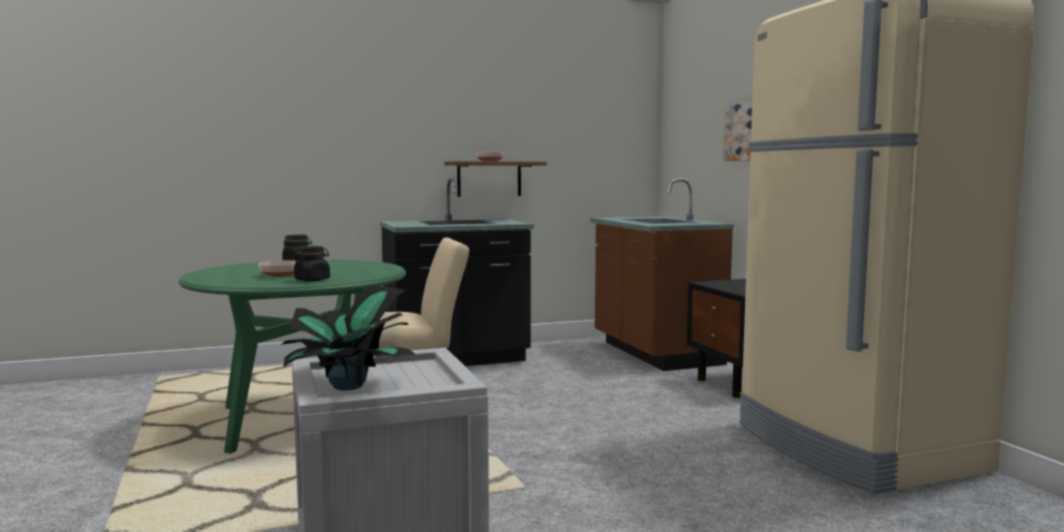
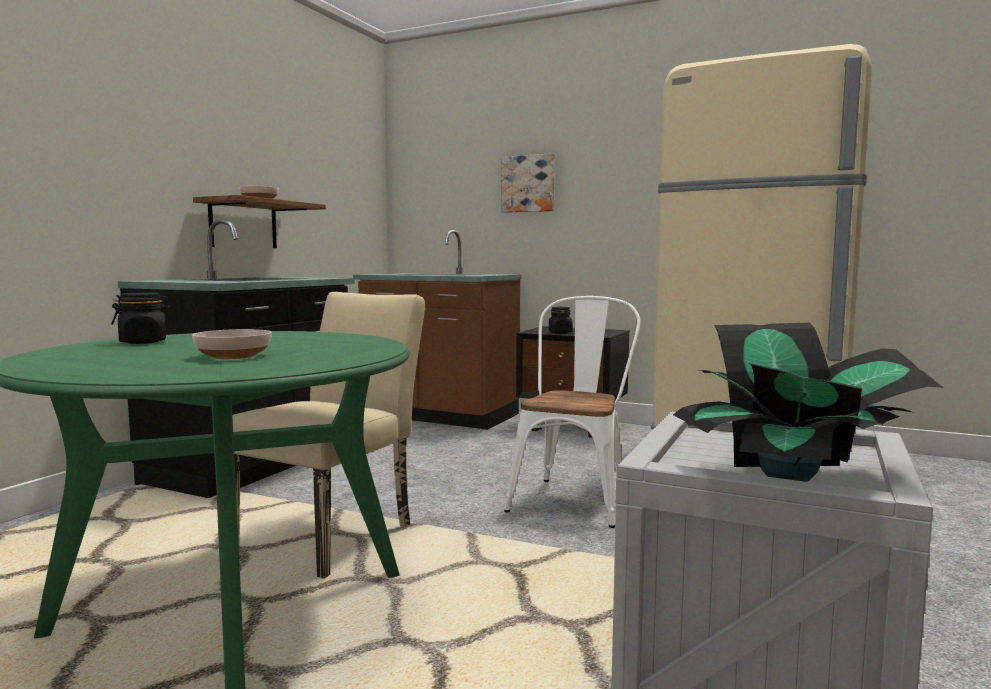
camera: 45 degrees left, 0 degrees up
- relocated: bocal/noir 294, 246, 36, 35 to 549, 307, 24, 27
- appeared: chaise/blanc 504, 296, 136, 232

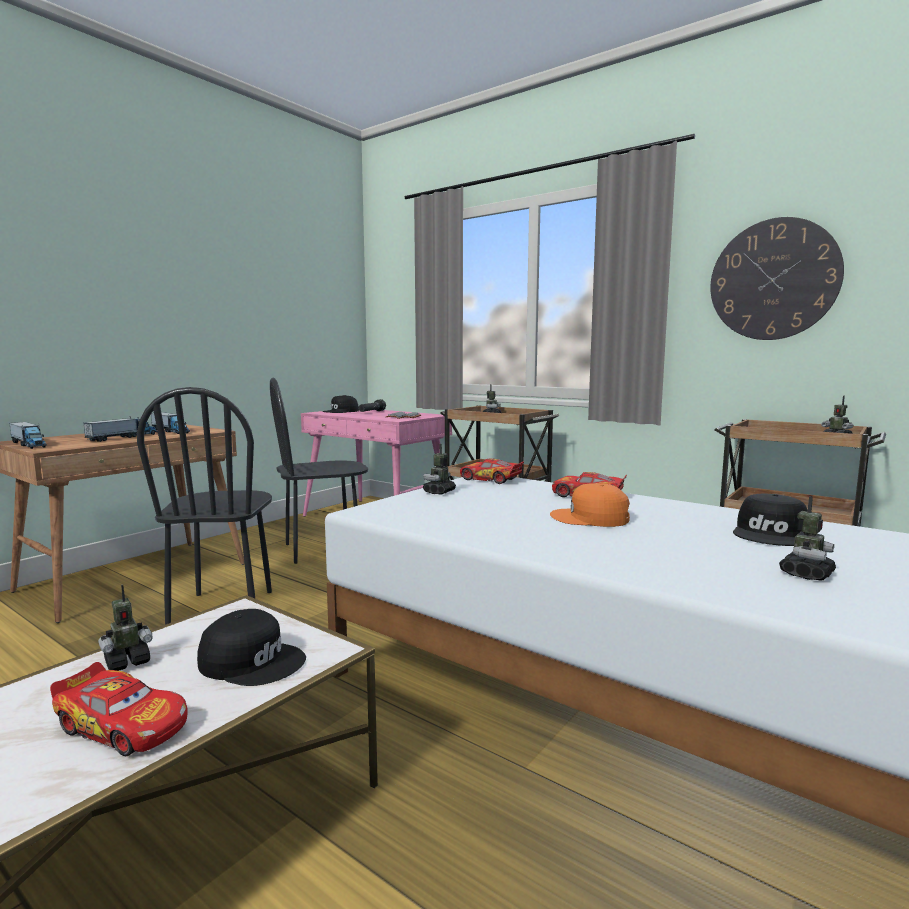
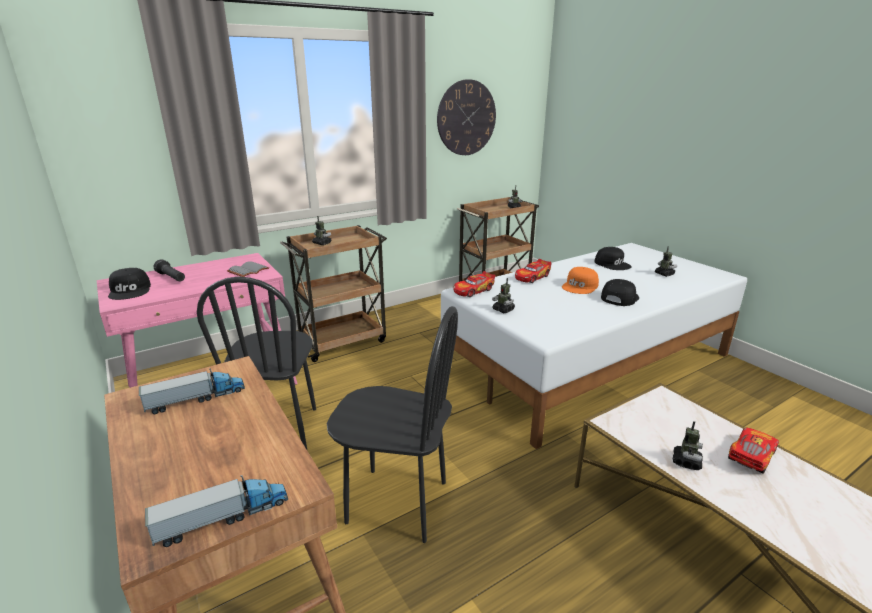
camera: 70 degrees left, 15 degrees up
- missing: camion jouet 84, 416, 74, 26
- spun: robot jouet 98, 585, 54, 86 = 673, 421, 30, 49 45 degrees clockwise
- relocated: casquette/noir 197, 609, 109, 77 to 601, 279, 38, 27

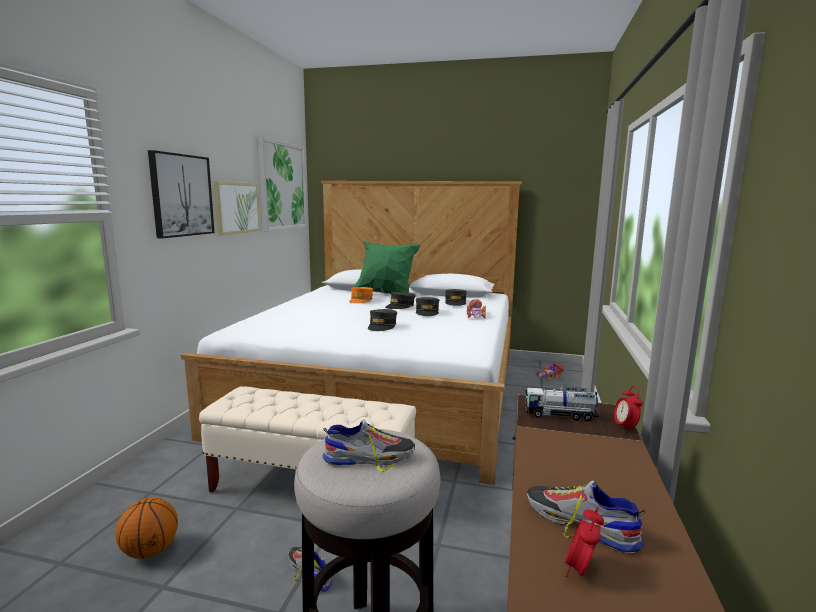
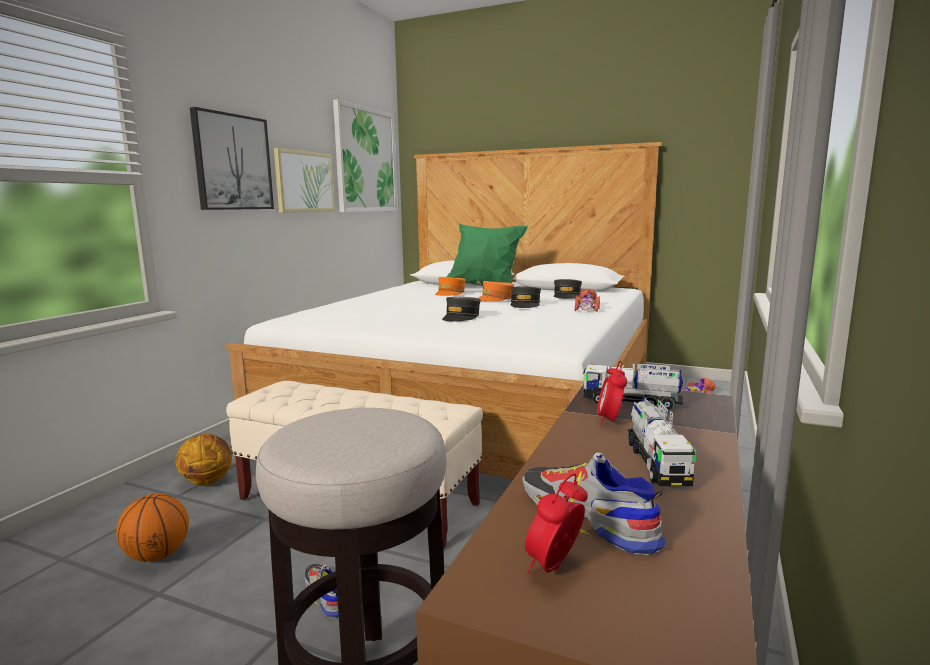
camera: 10 degrees right, 0 degrees up
- colour: casquette/gris 385, 292, 31, 17 to casquette/orange 478, 281, 36, 20
- relocated: réveil 614, 386, 29, 46 to 597, 361, 30, 64
- missing: chaussure 322, 420, 93, 51
- appeared: camion jouet 628, 397, 68, 89
- appeared: ballon de basket 175, 434, 57, 52

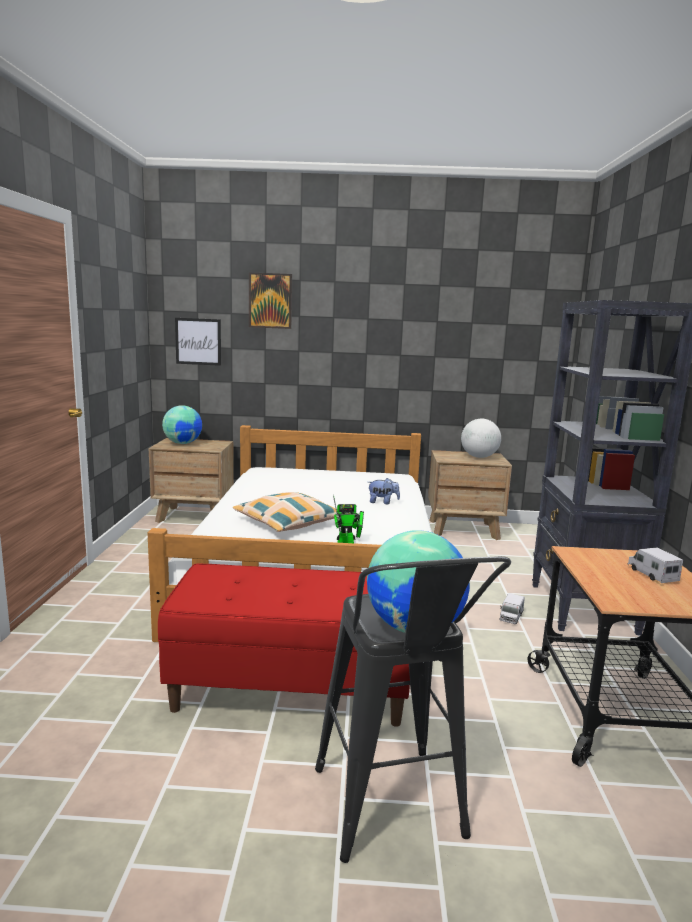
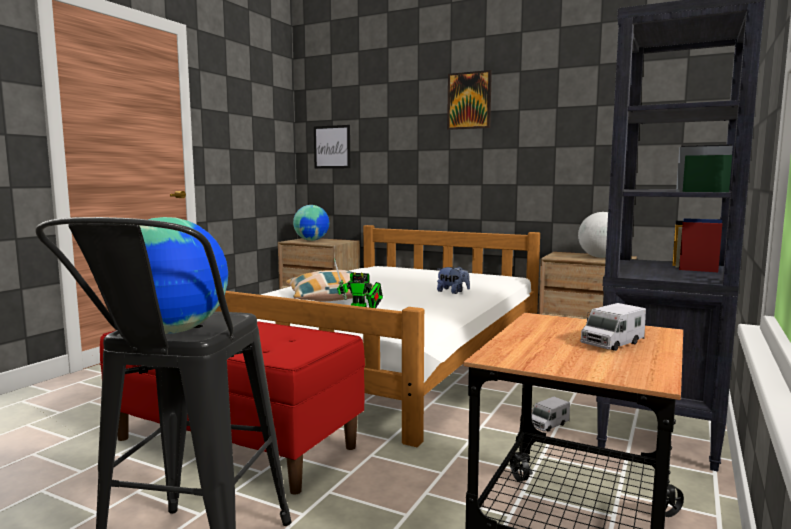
camera: 25 degrees right, 5 degrees down
- relocated: tableau 249, 273, 43, 56 to 447, 70, 45, 60
- spun: camion jouet 628, 548, 55, 35 = 580, 303, 66, 48 135 degrees counterclockwise

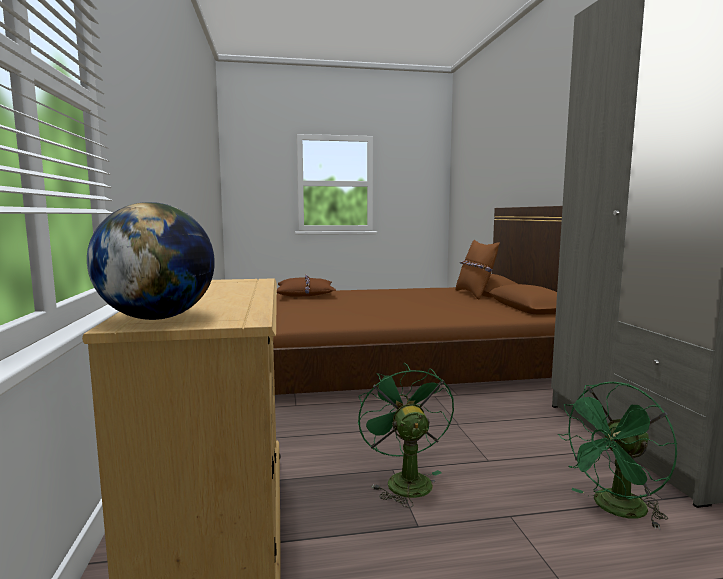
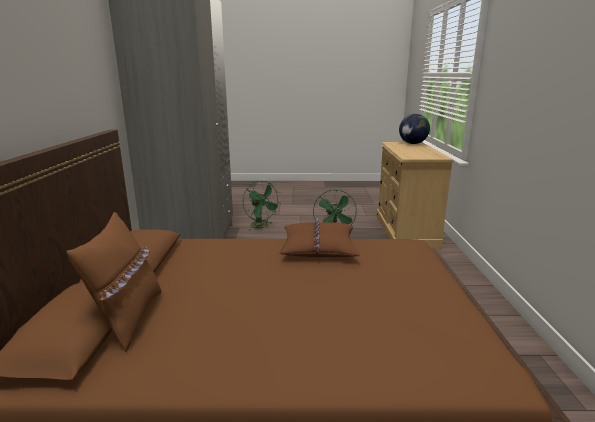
camera: 170 degrees left, 10 degrees up
- relocated: coussin/marron 277, 274, 59, 22 to 279, 217, 81, 40
- spun: ventilateur/vert 558, 382, 119, 147 = 243, 181, 38, 49 75 degrees clockwise

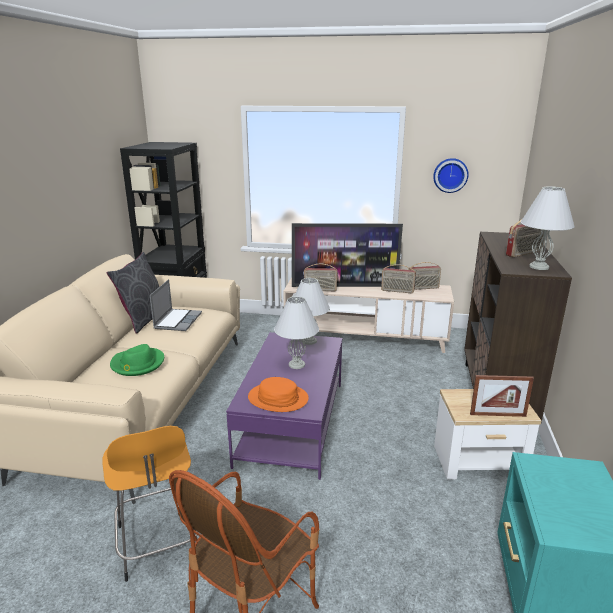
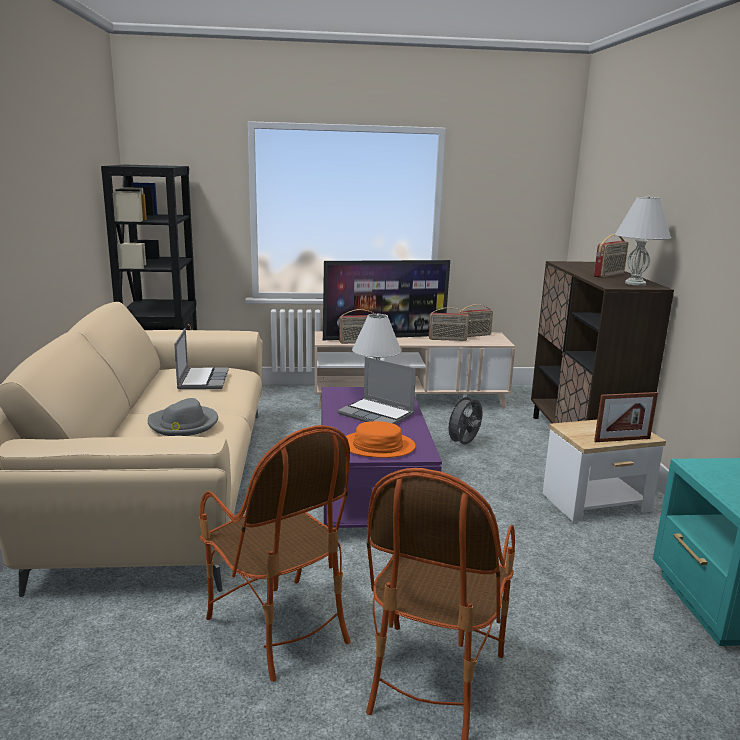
camera: 15 degrees left, 5 degrees down
- missing: horloge murale 433, 158, 36, 35
- missing: coussin/gris 107, 252, 52, 82
- exchanged: lampe de table/blanc 274, 296, 45, 73 to ordinateur portable 338, 357, 78, 67
- colour: chapeau/vert 110, 344, 54, 32 to chapeau/gris 148, 398, 70, 38
- exchanged: tabouret/orange 102, 426, 97, 156 to fauteuil 199, 425, 152, 257
- appeared: ventilateur/gris 444, 394, 39, 51

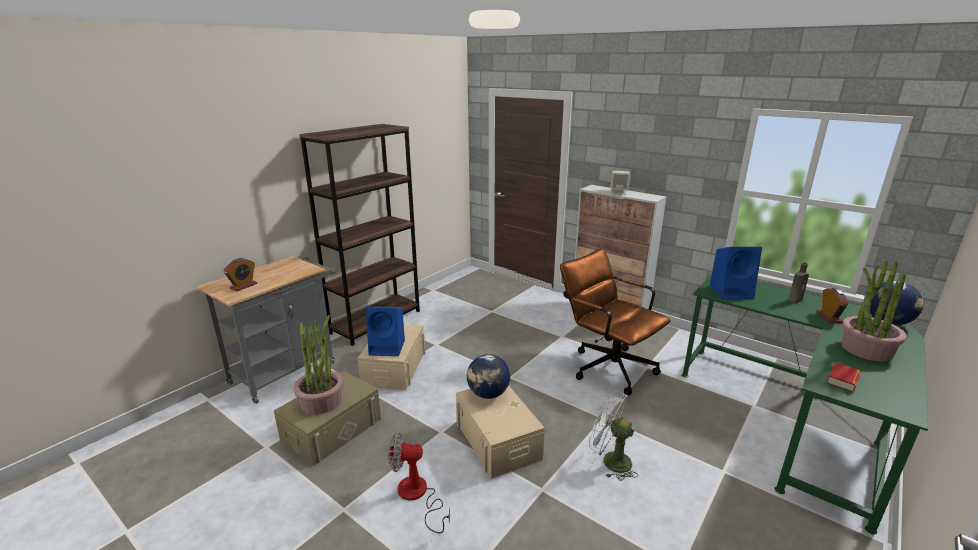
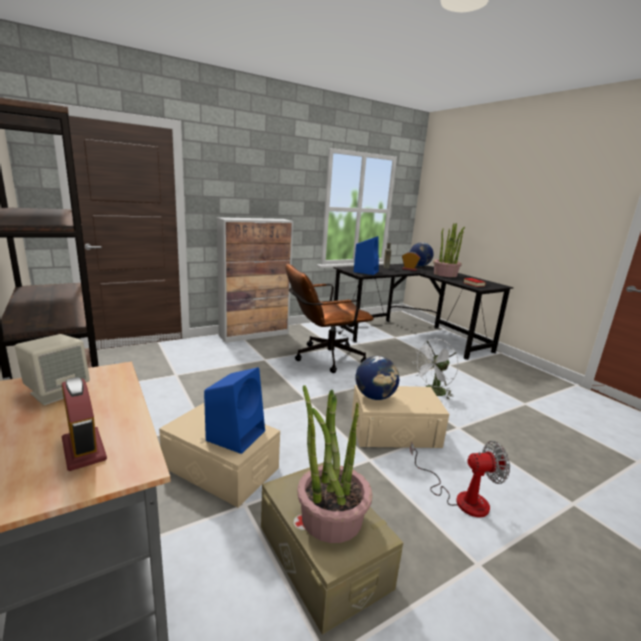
camera: 70 degrees left, 5 degrees down
- relocated: enceinte/beige 610, 171, 20, 24 to 15, 334, 75, 71
- colour: bureau/vert 681, 274, 247, 261 to bureau/noir 333, 264, 181, 96
- spun: ventilateur 389, 433, 61, 100 = 410, 441, 100, 76 120 degrees counterclockwise

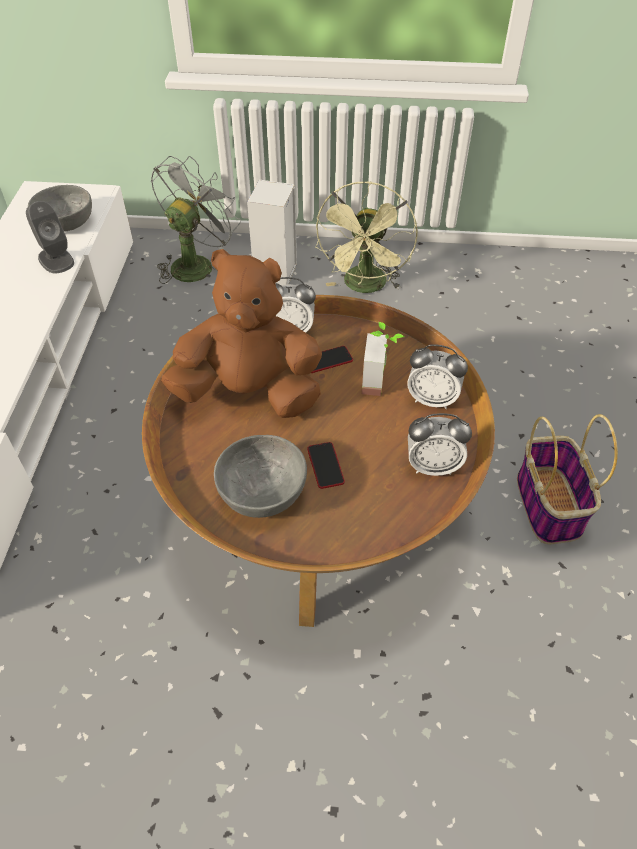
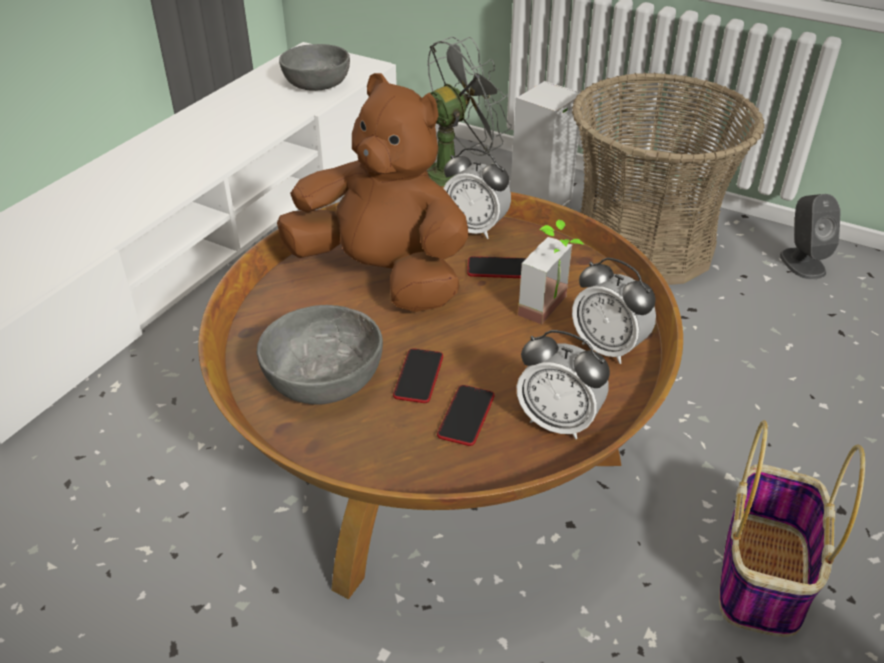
camera: 25 degrees right, 10 degrees down
- exchanged: ventilateur/vert 315, 181, 103, 112 to panier 572, 73, 193, 212
- relocated: enceinte/gris 26, 201, 48, 73 to 780, 194, 61, 85
- appeared: téléphone 437, 385, 58, 61

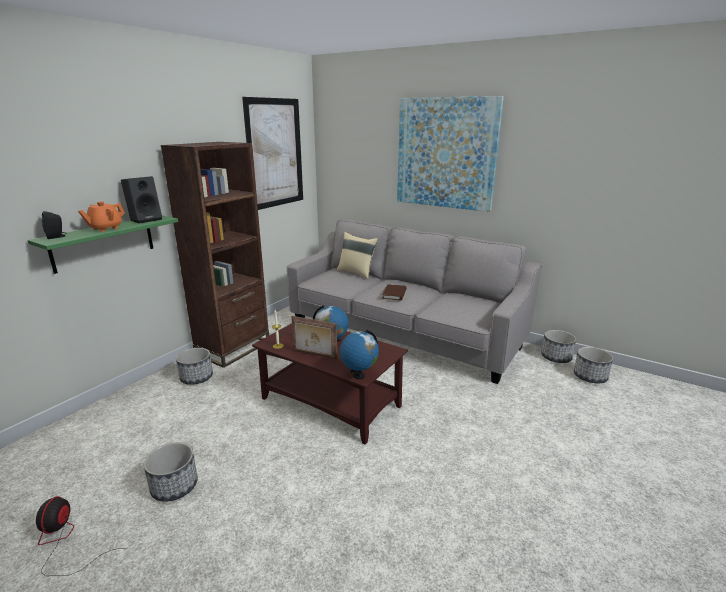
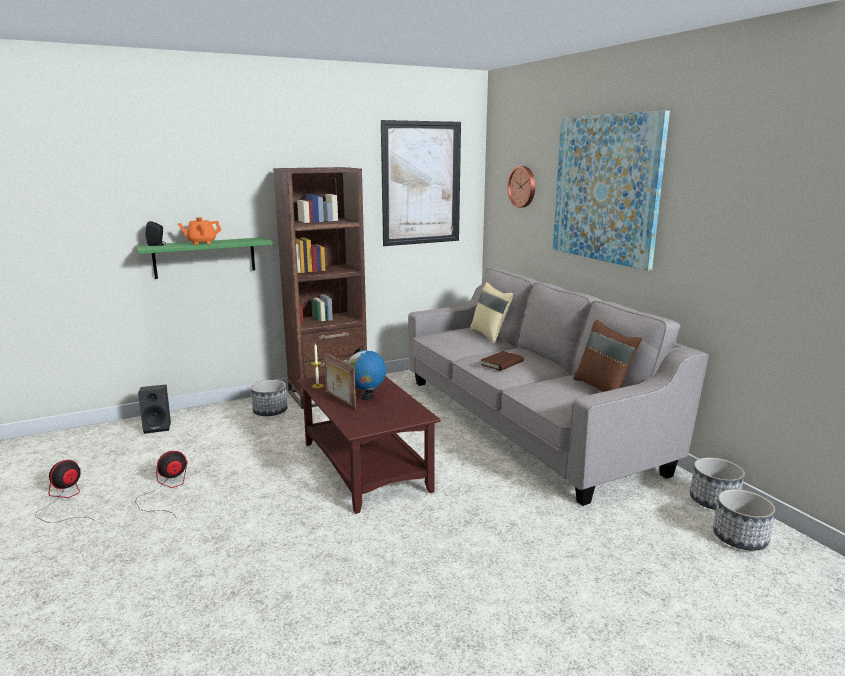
camera: 30 degrees right, 5 degrees down
- relocated: enceinte/noir 121, 176, 41, 48 to 138, 384, 33, 50
- missing: globe 340, 330, 39, 49
- exchanged: cache-pot 144, 442, 54, 60 to ventilateur 135, 451, 53, 66
- appeared: horloge murale 507, 166, 28, 42
- appeared: coussin/marron 573, 320, 69, 72

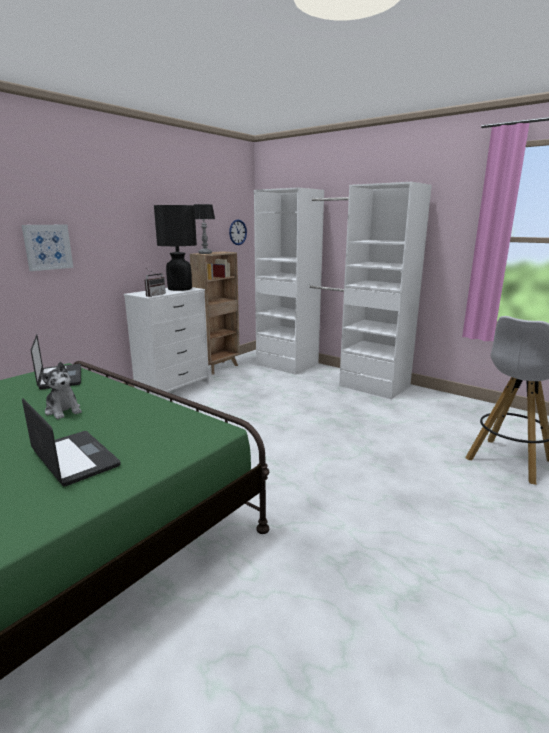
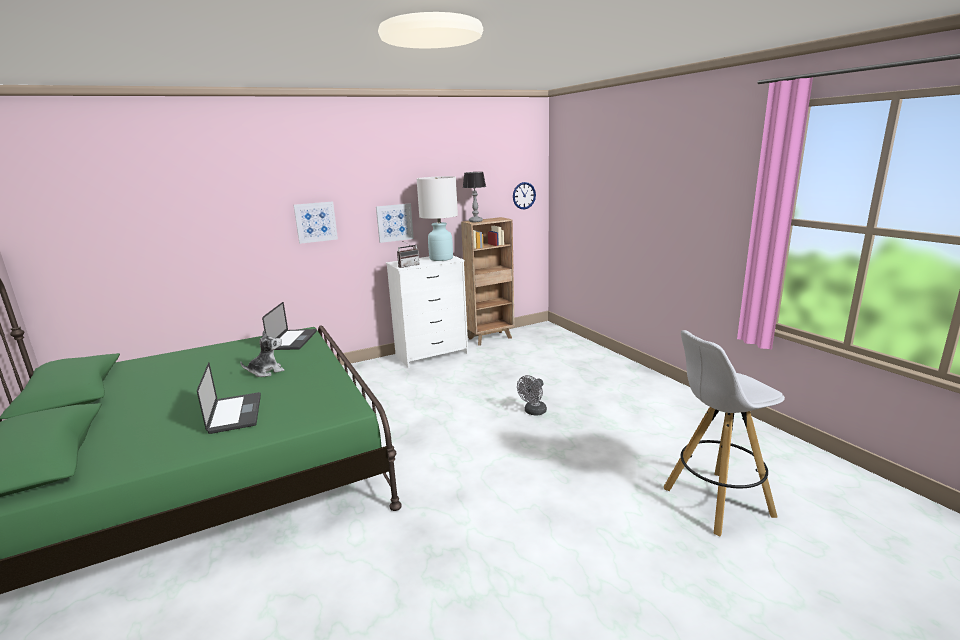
camera: 25 degrees right, 0 degrees up
- missing: armoire/blanc 254, 182, 178, 217
- colour: lampe de table/noir 154, 205, 43, 86 to lampe de table/blanc 417, 176, 41, 85
- spun: peluche 39, 362, 43, 57 = 240, 330, 44, 47 105 degrees counterclockwise
- appeared: tableau 376, 203, 38, 40
- appeared: ventilateur/gris 517, 375, 30, 41

